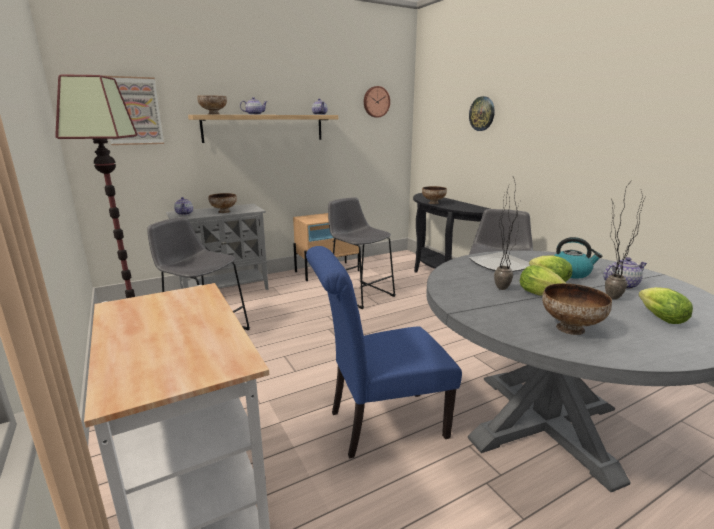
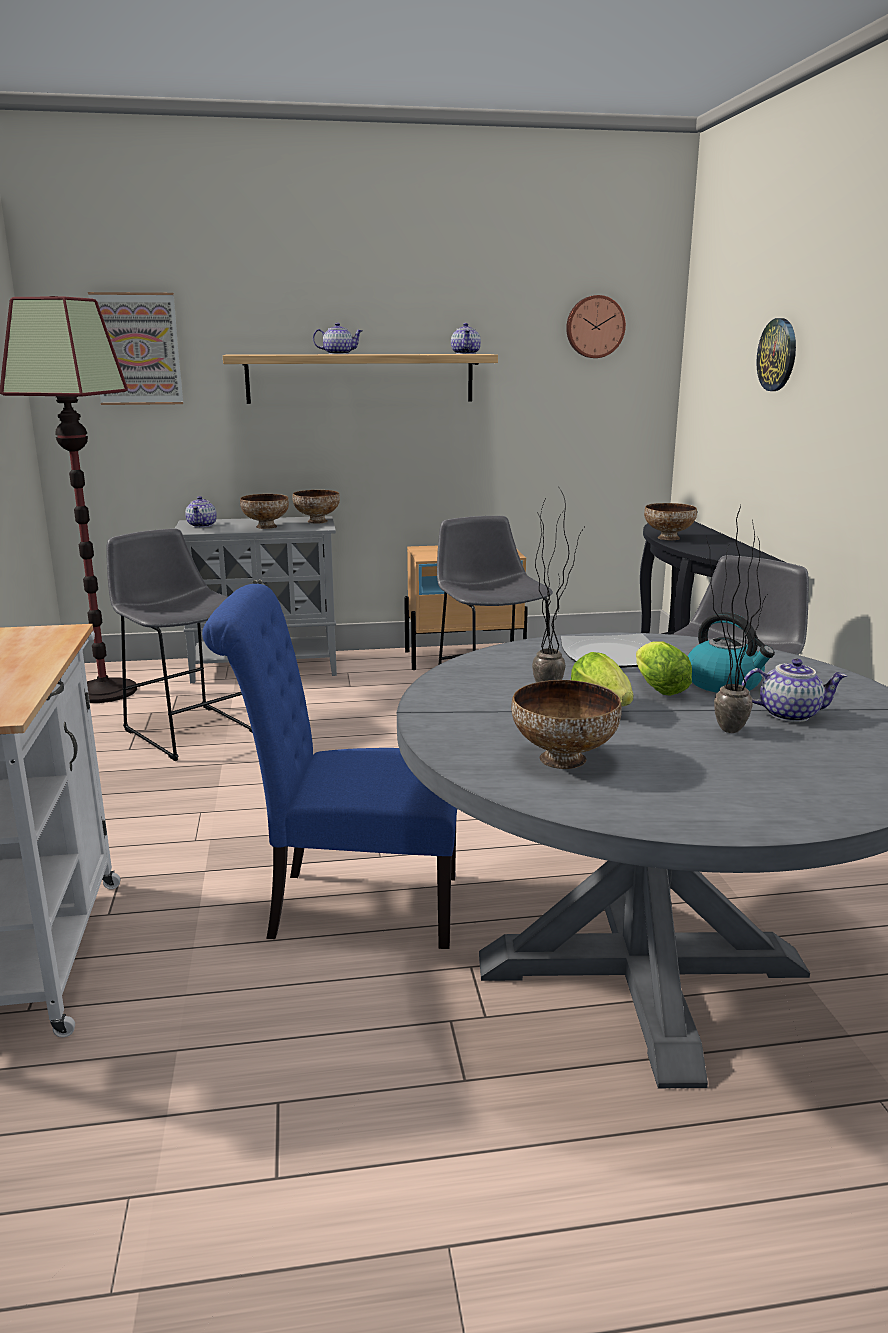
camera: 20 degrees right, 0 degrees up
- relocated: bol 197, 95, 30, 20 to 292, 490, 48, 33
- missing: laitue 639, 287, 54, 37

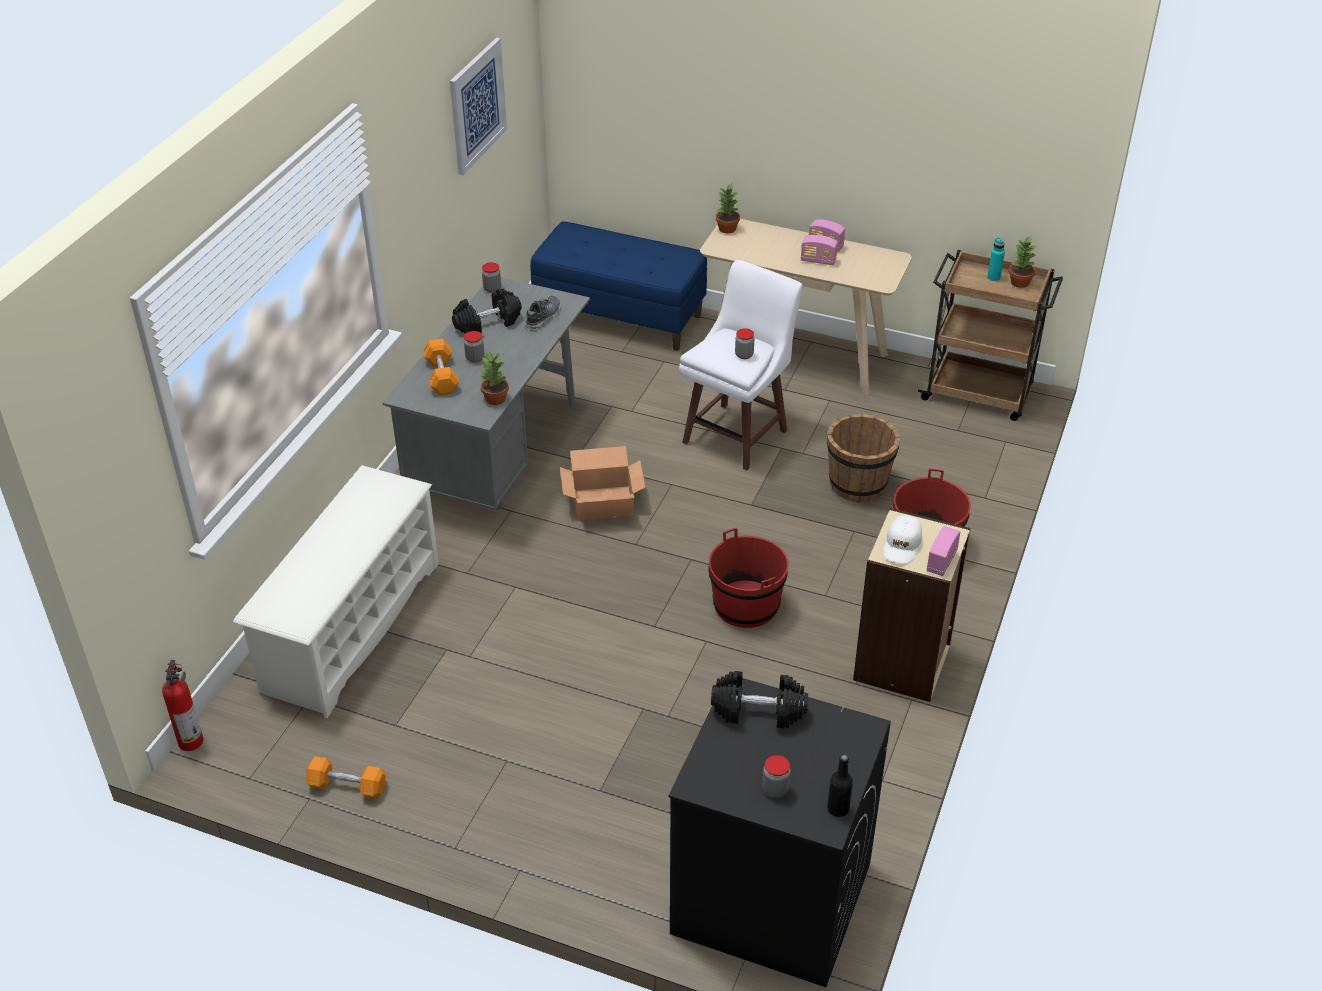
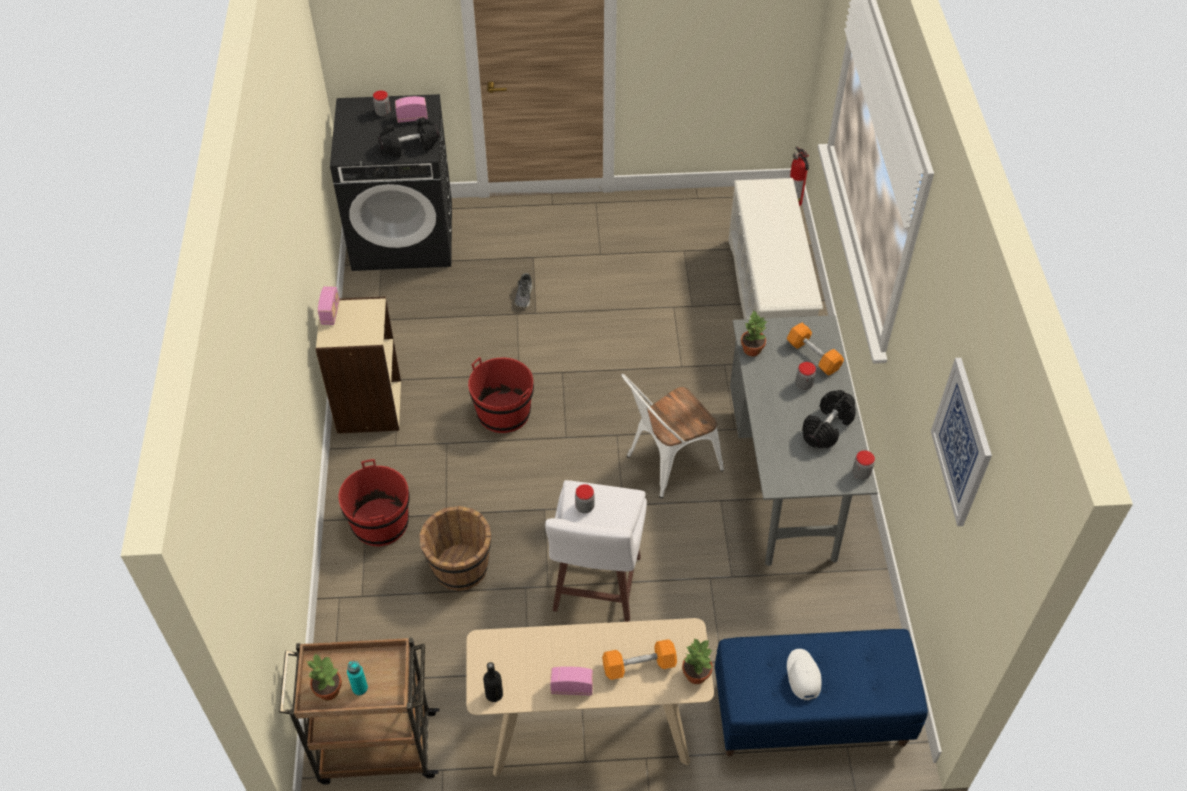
camera: 155 degrees right, 10 degrees up
- relocated: radio 801, 235, 37, 30 to 395, 96, 33, 27
- relocated: chaussure 525, 296, 35, 34 to 515, 273, 18, 35
- exchanged: carton 560, 446, 85, 74 to chaise/blanc 621, 374, 103, 124
- relocated: casquette/blanc 883, 515, 39, 49 to 787, 649, 35, 52
- relocated: bouteille/noir 827, 754, 26, 63 to 483, 662, 20, 40
- relocated: haltère/orange 306, 756, 80, 43 to 602, 639, 75, 41

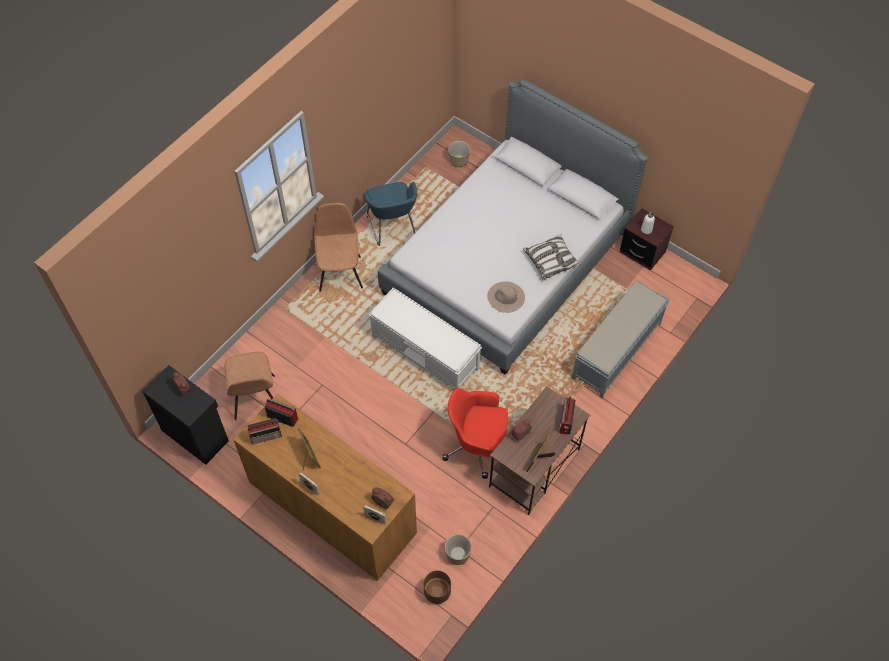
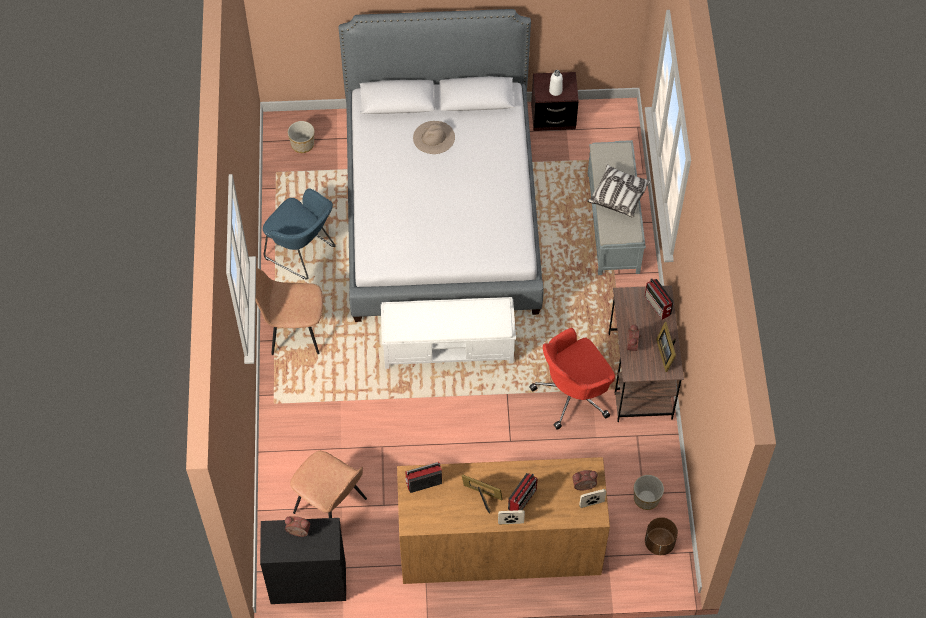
camera: 40 degrees left, 0 degrees up
- spun: chaise/marron 314, 203, 49, 89 = 256, 267, 67, 88 45 degrees counterclockwise
- relocated: coussin 523, 234, 57, 46 to 587, 164, 64, 54
- relocated: chapeau/beige 487, 281, 38, 32 to 413, 121, 42, 33
- relocated: radio 247, 418, 35, 27 to 508, 473, 29, 38

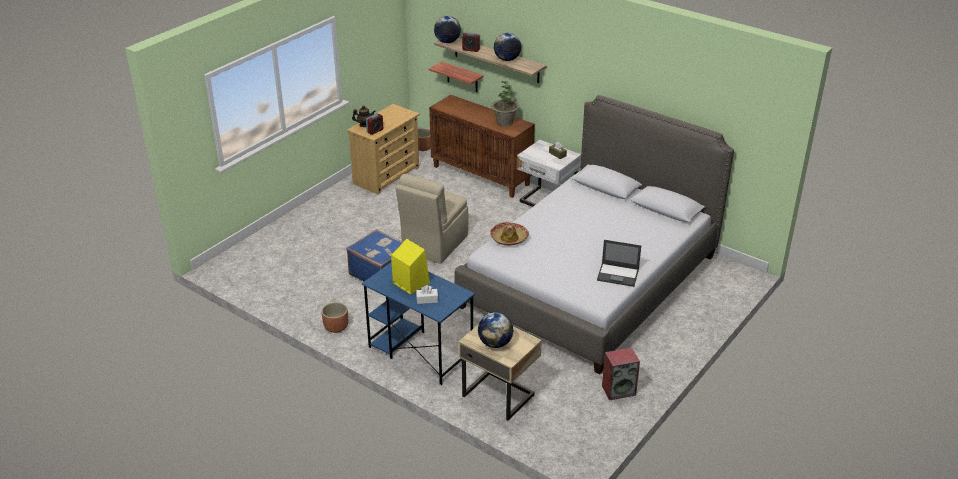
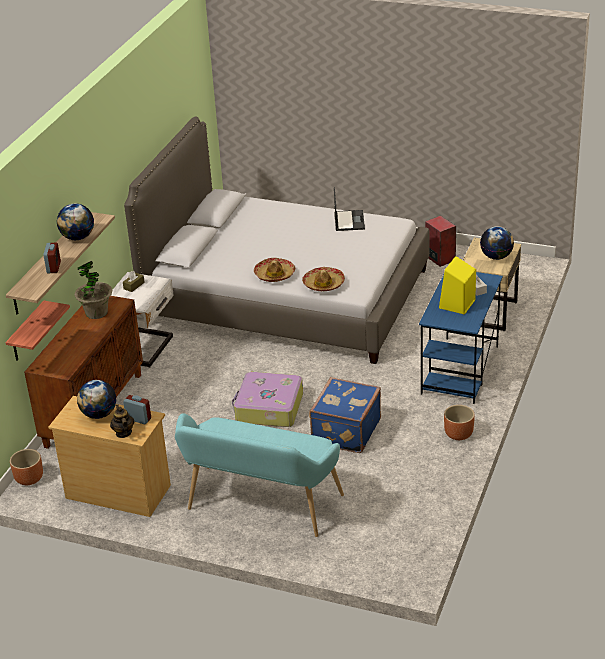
camera: 105 degrees left, 0 degrees up
- relocated: globe 434, 16, 27, 27 to 77, 380, 39, 39
- exchanged: chaise/beige 396, 174, 73, 90 to valise 232, 372, 71, 55
- appeared: chapeau 254, 258, 41, 24
- appeared: banc/turquoise 175, 413, 169, 124

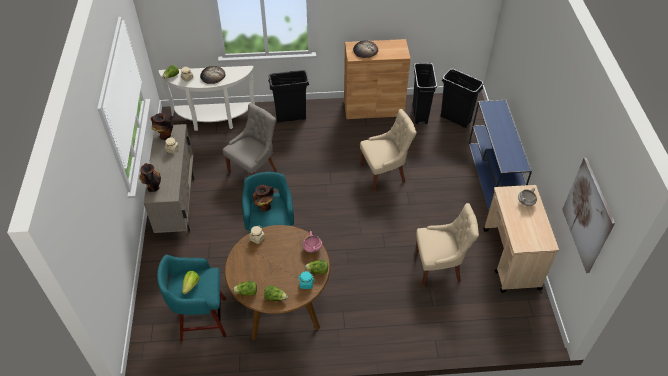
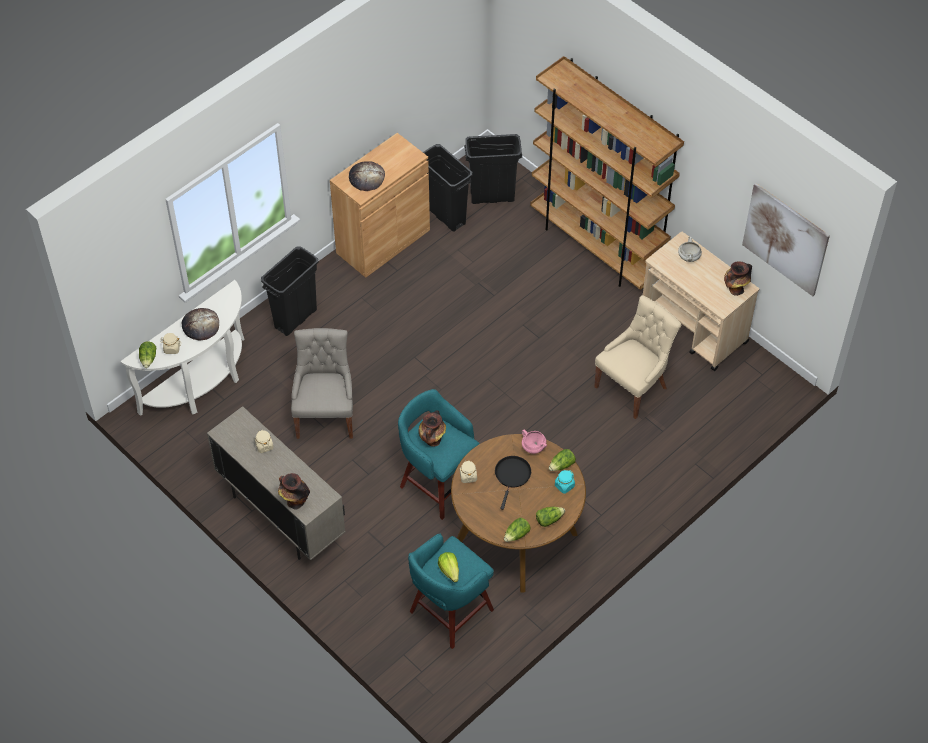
camera: 40 degrees left, 5 degrees up
- exchanged: table console/bleu 469, 100, 63, 113 to bibliothèque/marron 530, 56, 154, 234
- missing: chaise/beige 360, 109, 56, 83
- relocated: vase 151, 113, 22, 27 to 724, 262, 28, 34
- appeared: poêle/noir 495, 456, 36, 54

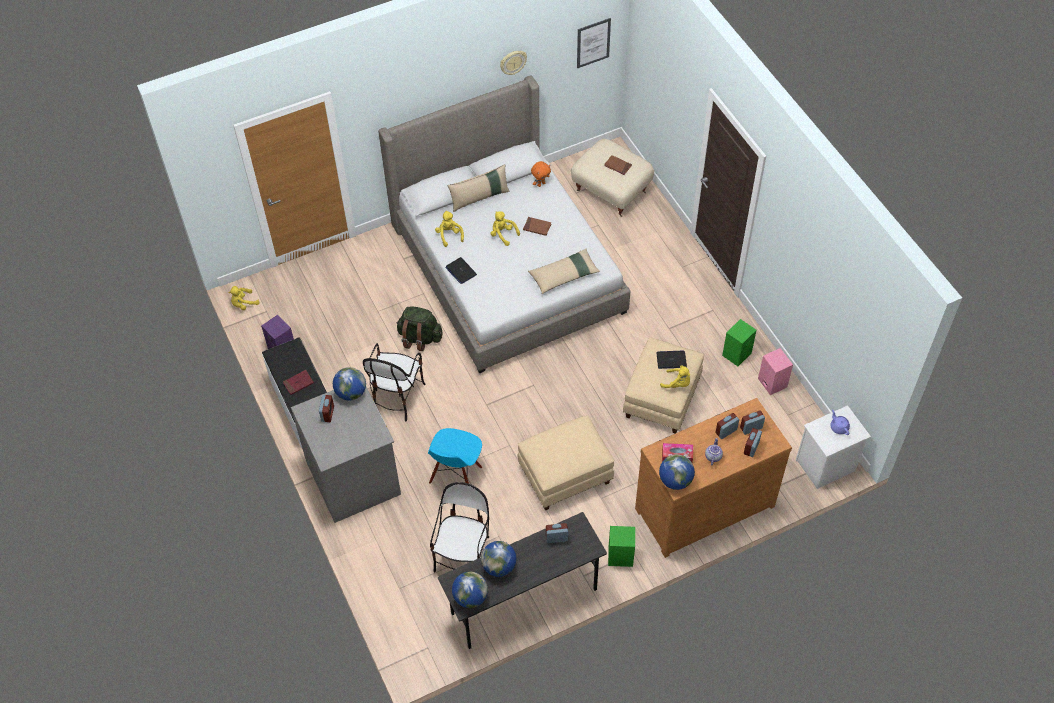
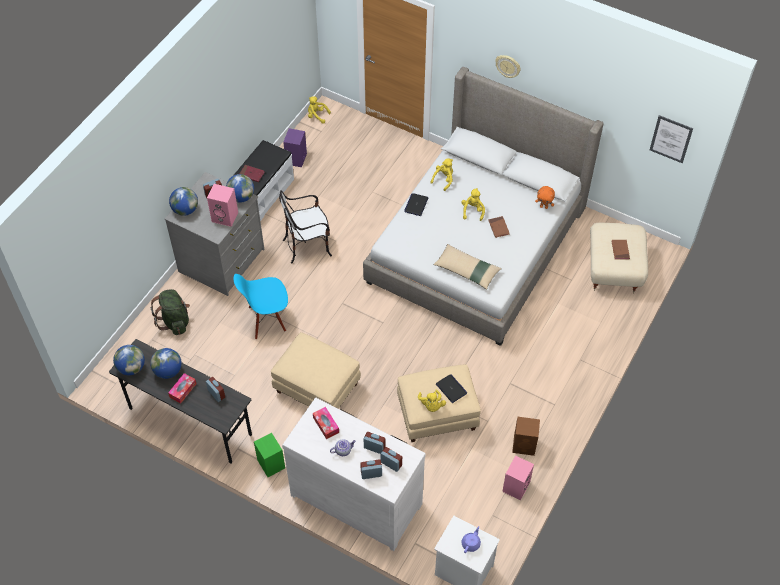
camera: 55 degrees right, 0 degrees up
- relocated: horloge murale 500, 51, 27, 24 to 495, 55, 26, 23
- missing: coussin/beige 447, 164, 62, 48
- relocated: sac à dos/vert 396, 306, 47, 45 to 151, 289, 39, 46
- colour: enceinte/vert 722, 319, 35, 47 to enceinte/marron 512, 417, 28, 39
- colour: commode/marron 635, 398, 157, 160 to commode/blanc 282, 397, 144, 154
- relocated: globe 659, 454, 36, 36 to 169, 187, 29, 29
- missing: chaise 430, 482, 59, 90
- appeared: enceinte/rose 207, 184, 31, 43
- appeared: boîte à mouchoirs 168, 373, 29, 31

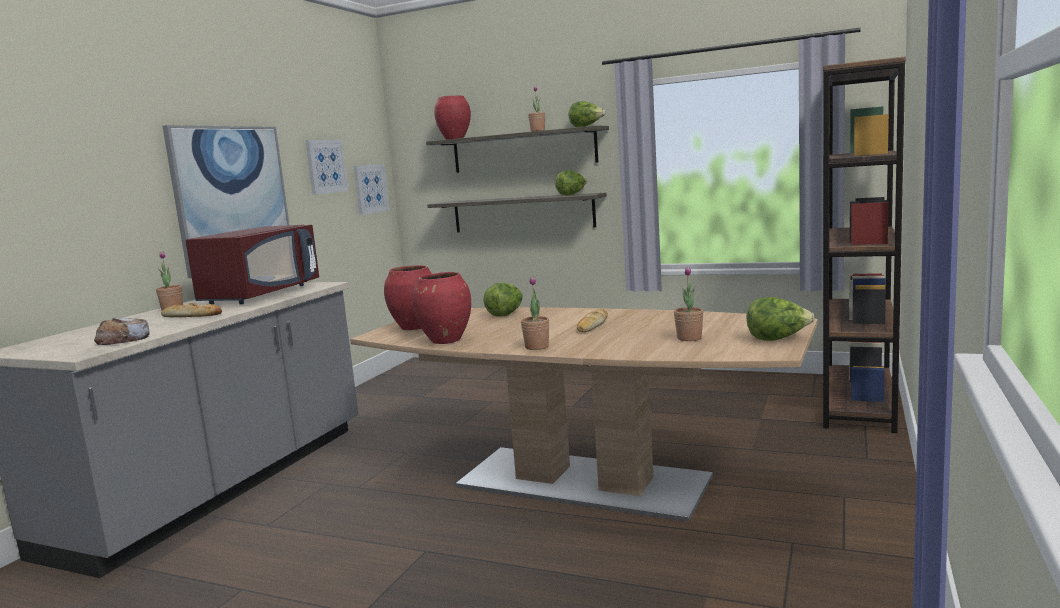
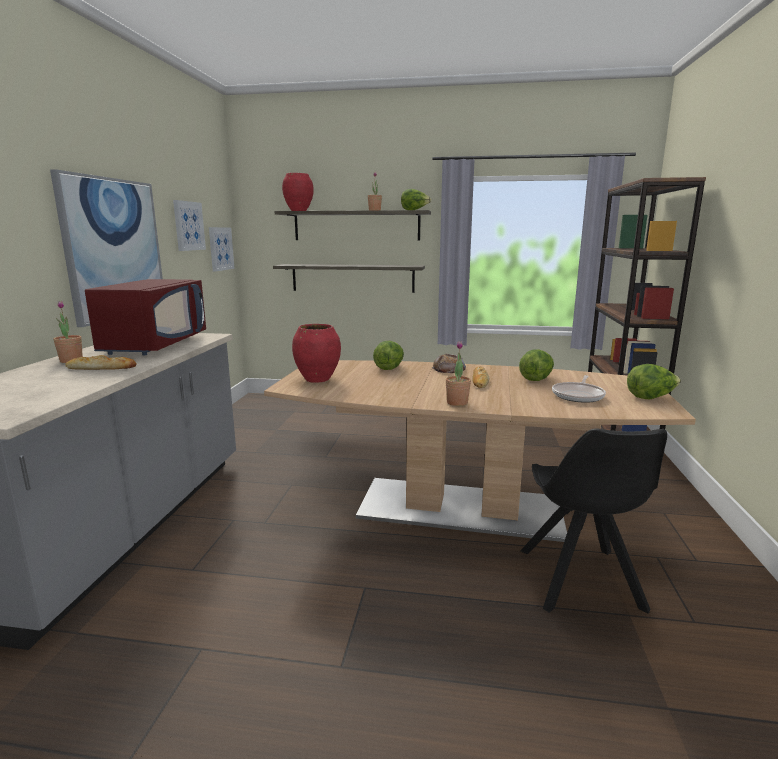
camera: 15 degrees left, 5 degrees up
- relocated: laitue 555, 170, 32, 25 to 519, 349, 35, 32
- exchanged: plante en pot 674, 266, 29, 75 to poêle 552, 375, 54, 28
- missing: vase/rouge 412, 272, 59, 72
- relocated: pain 94, 317, 56, 28 to 432, 354, 34, 19
- appeared: chaise/noir 521, 428, 146, 186

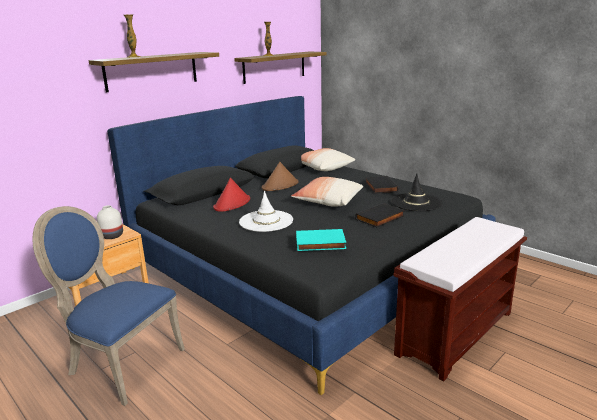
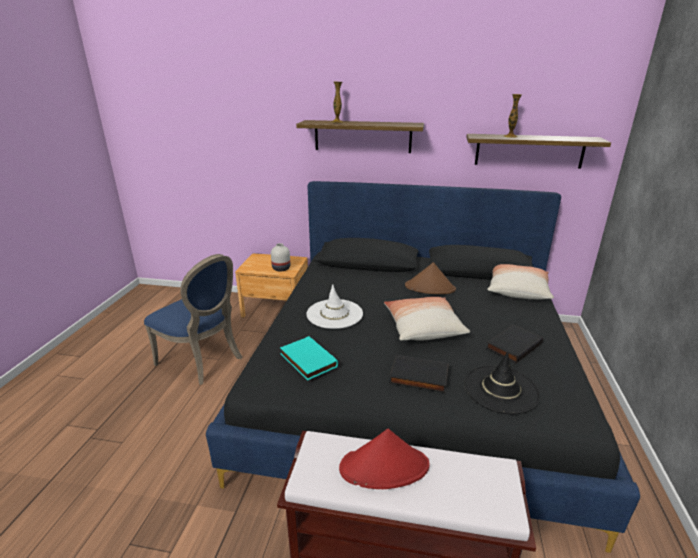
camera: 55 degrees right, 5 degrees up
- relocated: chapeau/rouge 213, 178, 37, 34 to 339, 429, 91, 60
- spun: chaise/bleu 32, 206, 153, 200 = 144, 254, 98, 131 135 degrees clockwise

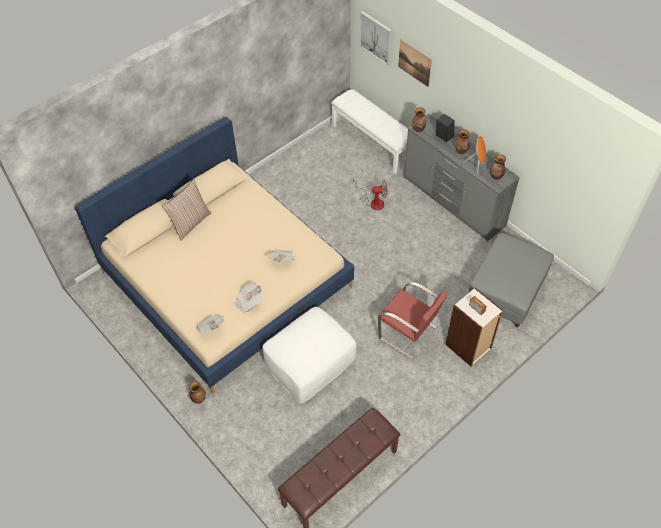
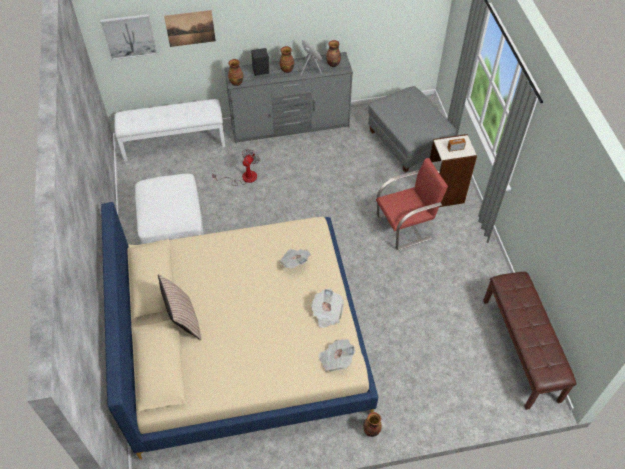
camera: 60 degrees left, 0 degrees up
- relocated: pouf/blanc 262, 307, 94, 96 to 135, 174, 69, 70

